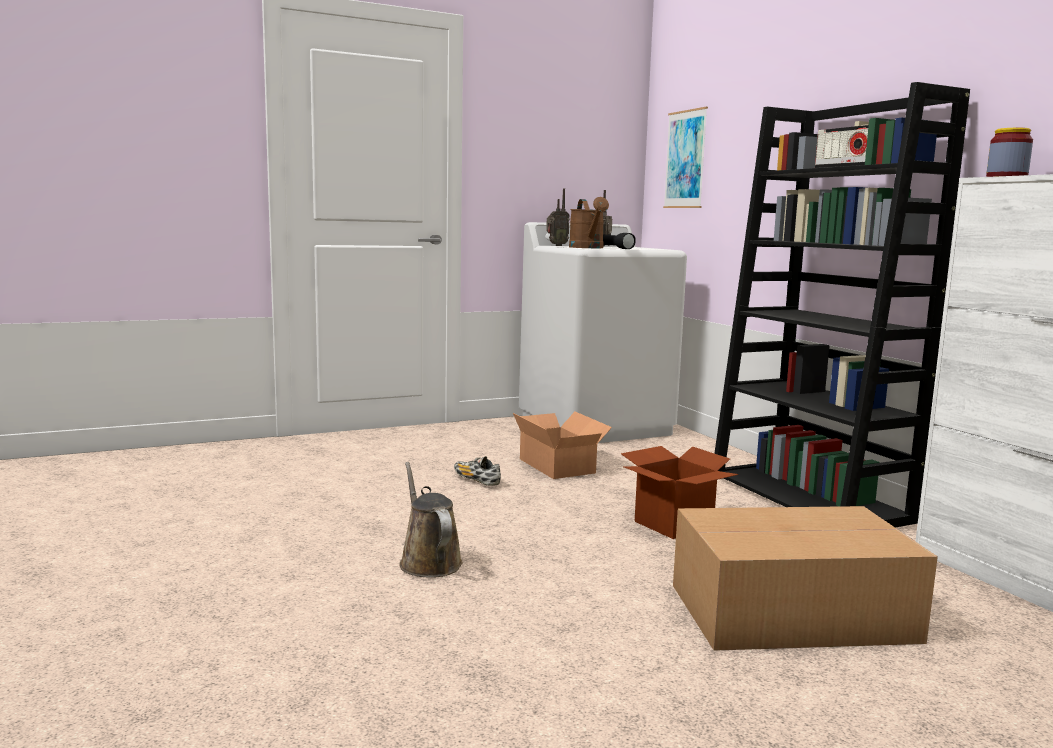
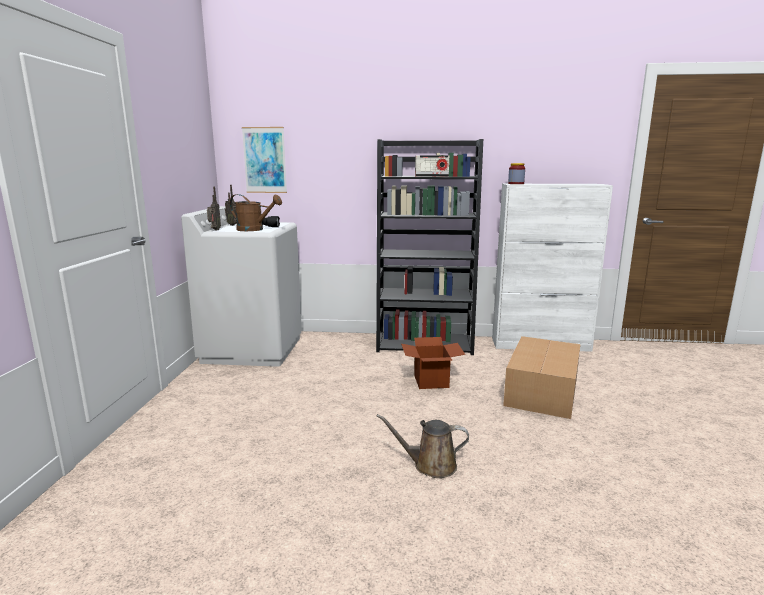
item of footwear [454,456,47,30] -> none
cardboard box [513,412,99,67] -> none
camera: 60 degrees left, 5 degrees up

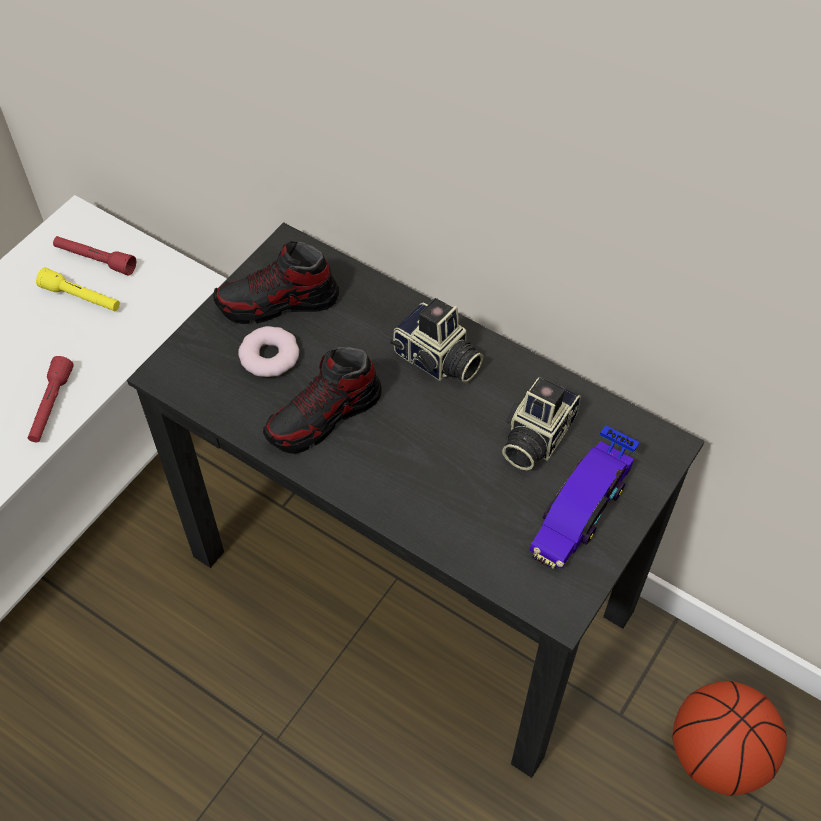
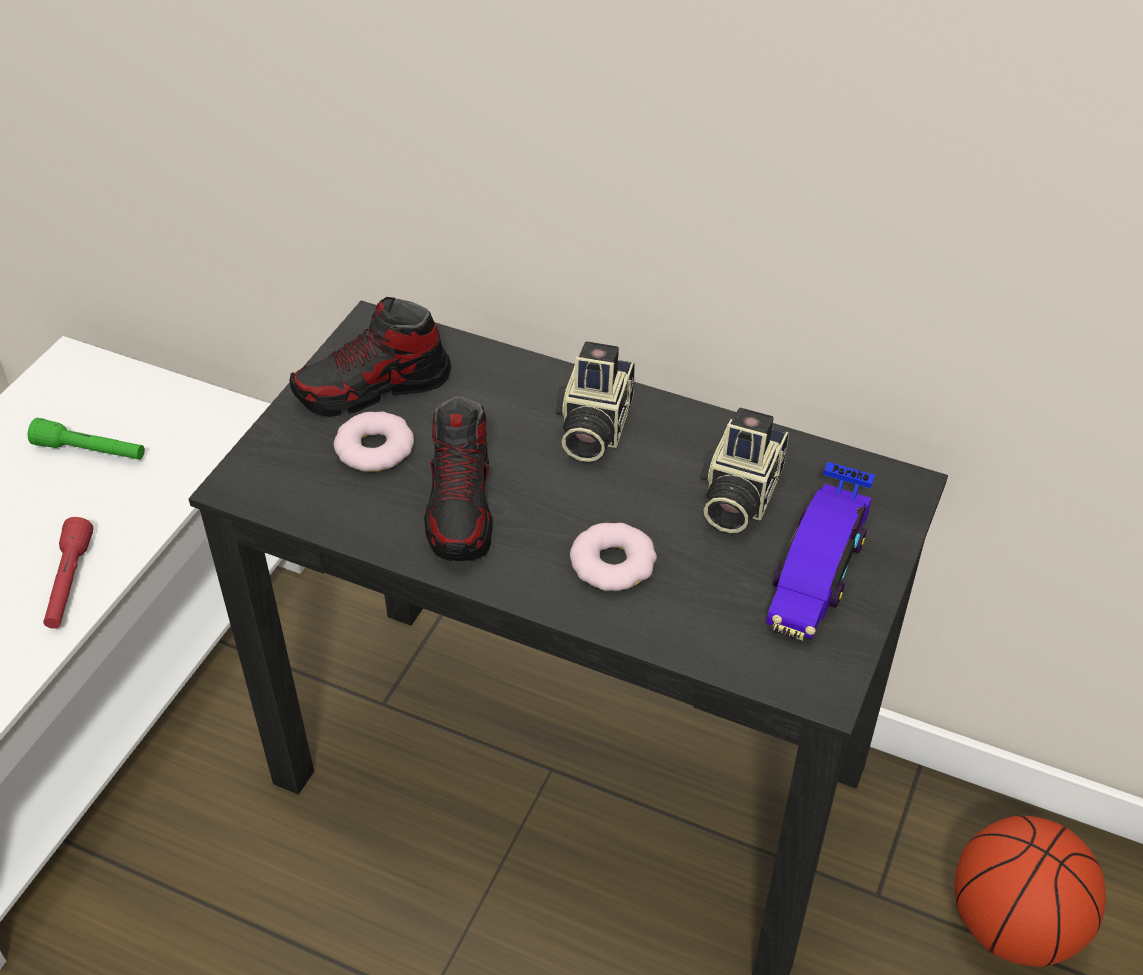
yellow hand torch [36,268,84,43] -> green hand torch [28,418,117,42]
red hand torch [53,236,83,40] -> none
item of footwear [263,347,119,107] -> item of footwear [424,396,68,165], 45 degrees counterclockwise
still camera [390,298,93,85] -> still camera [555,341,80,121], 75 degrees clockwise
none -> doughnut [570,523,87,68]
camera: 10 degrees left, 10 degrees down

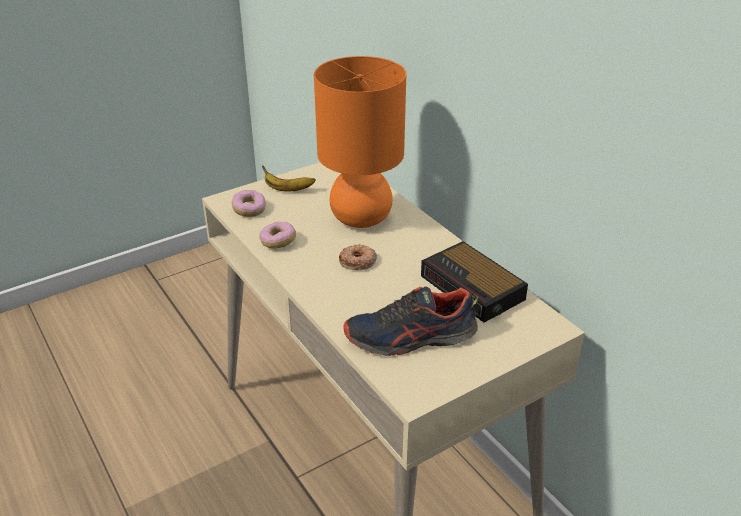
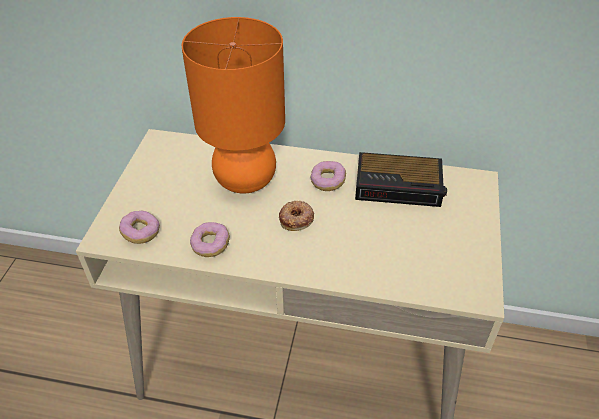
banana [262,165,54,27] -> none
item of footwear [343,287,135,69] -> none
none -> doughnut [310,161,36,30]
camera: 45 degrees left, 10 degrees up

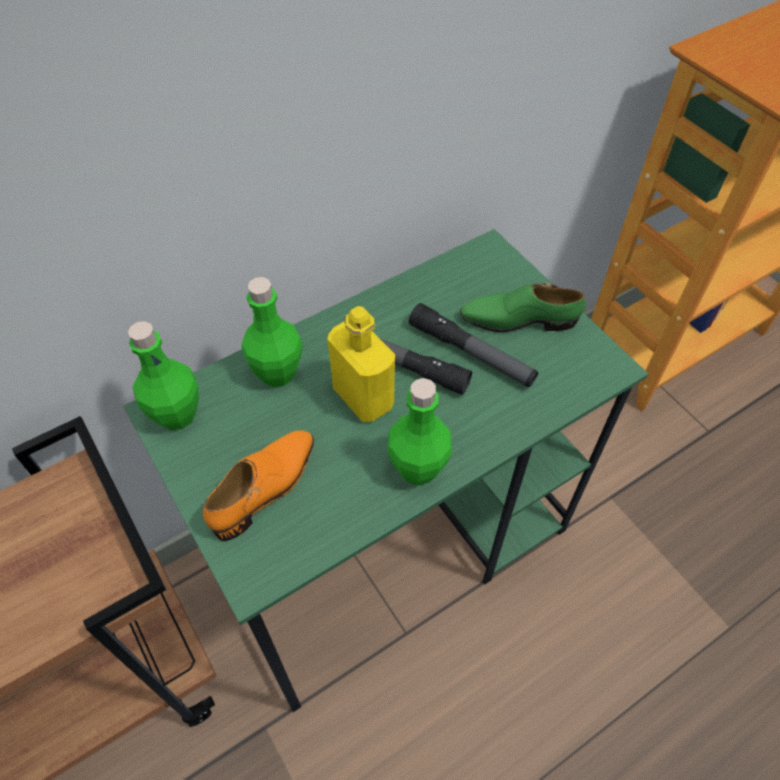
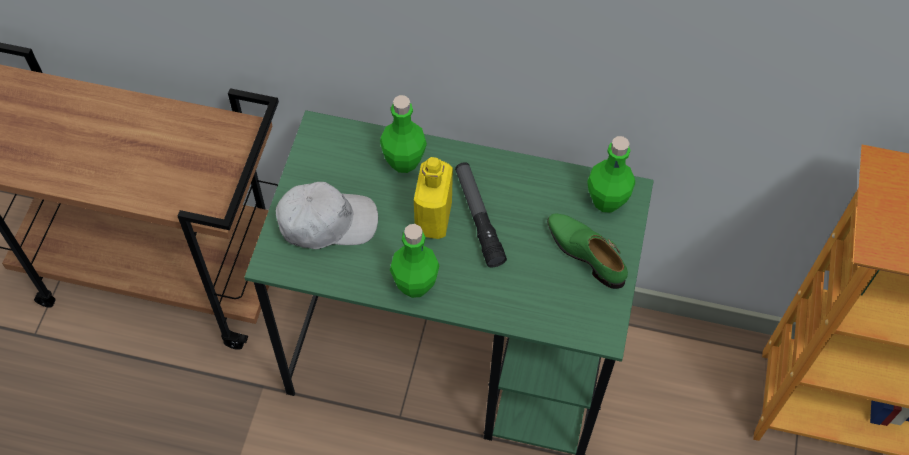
green bottle [128,321,71,109] -> green bottle [587,136,48,77], shifted
orange item of footwear [203,430,111,111] -> white-coloured peaked cap [276,182,102,67]
hand torch [409,303,129,84] -> none
camera: 45 degrees right, 5 degrees up

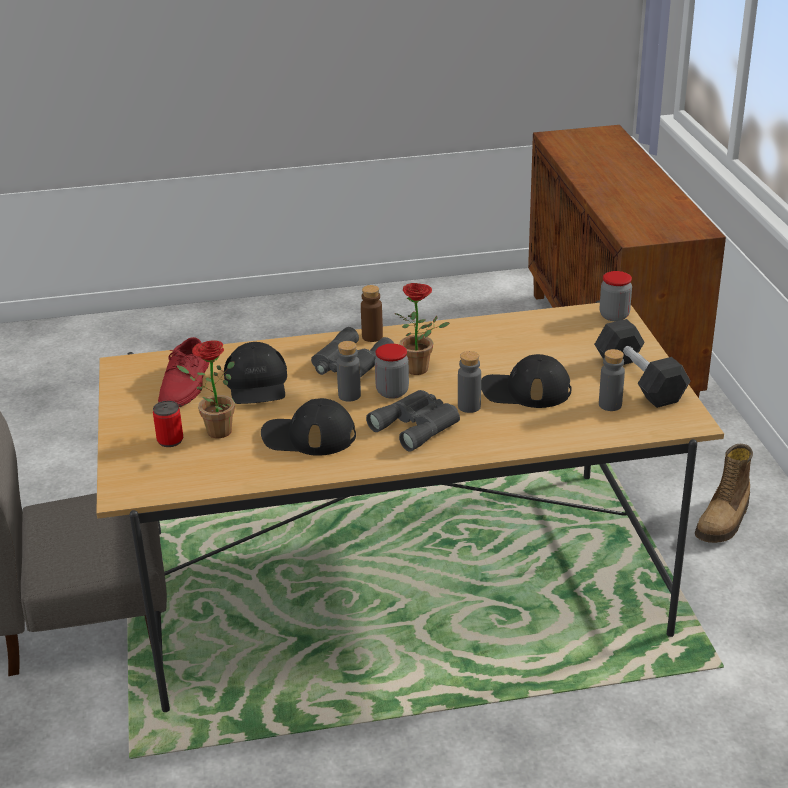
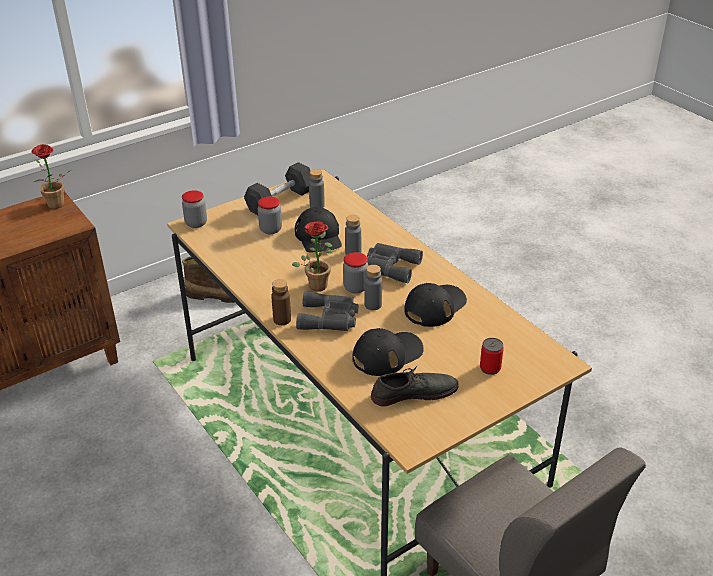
red item of footwear [158,337,51,70] -> grey item of footwear [371,365,88,41]
houseplant [177,341,58,97] -> houseplant [32,144,41,65], shifted
blackish peaked cap [261,398,95,58] -> blackish peaked cap [404,283,63,44], 120 degrees counterclockwise
none -> storage jar [258,197,24,37]
camera: 115 degrees left, 5 degrees up

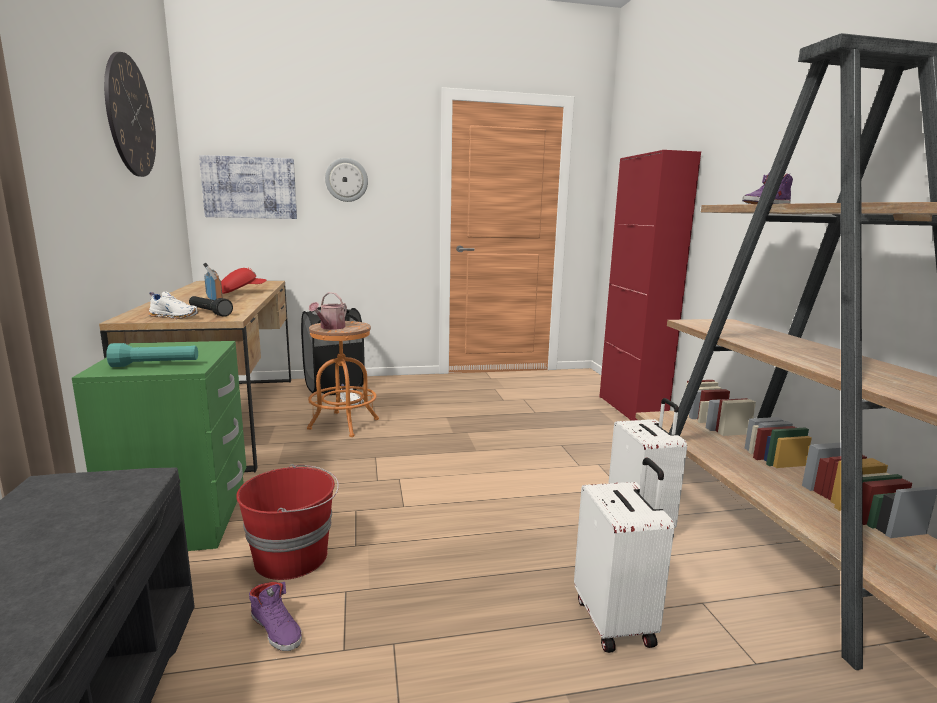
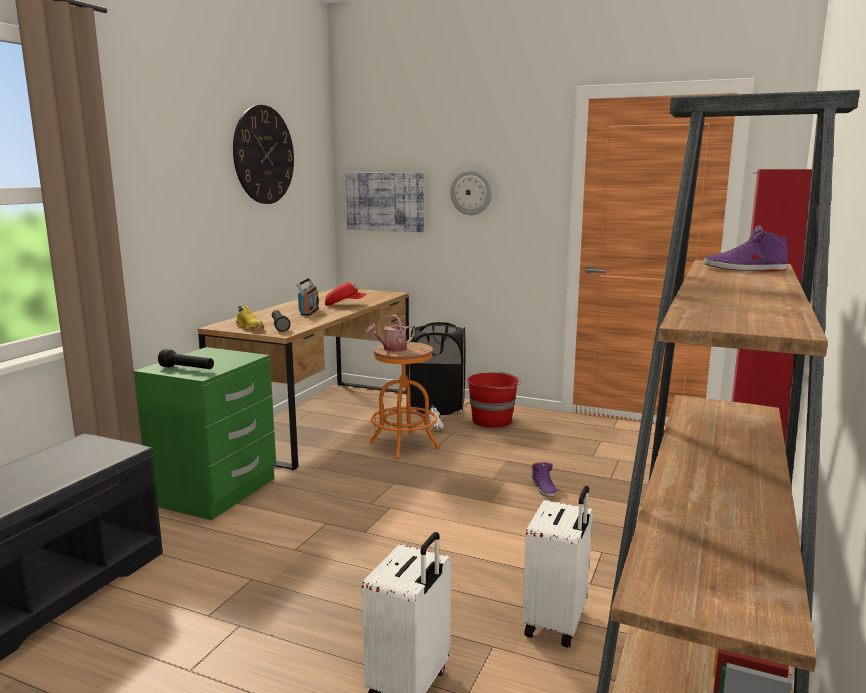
turquoise hand torch [106,343,92,24] -> blackish hand torch [158,349,56,20]
white-coloured item of footwear [149,292,50,27] -> yellow item of footwear [236,306,28,24]
red water bucket [236,464,103,116] -> red water bucket [467,371,54,57], shifted
purplish item of footwear [249,582,53,69] -> purplish item of footwear [532,462,25,35], shifted
camera: 35 degrees right, 0 degrees up

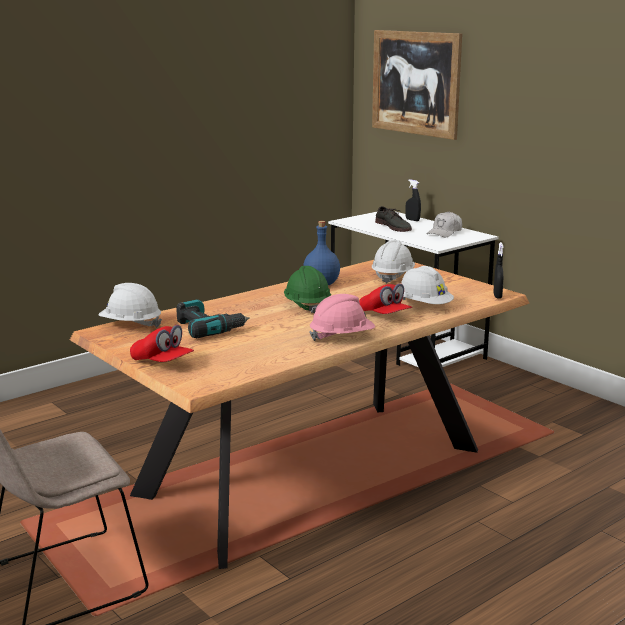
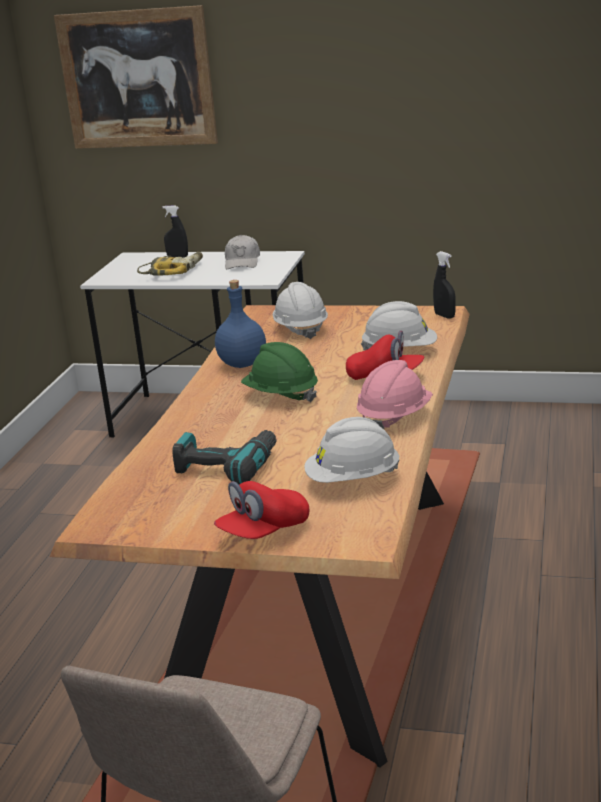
white-coloured hard hat [99,283,63,45] -> white-coloured hard hat [304,417,96,66], shifted
red peaked cap [130,325,64,37] -> red peaked cap [214,481,95,58], 135 degrees clockwise
grey item of footwear [375,206,37,26] -> electric drill [137,252,66,24]
camera: 35 degrees left, 5 degrees up

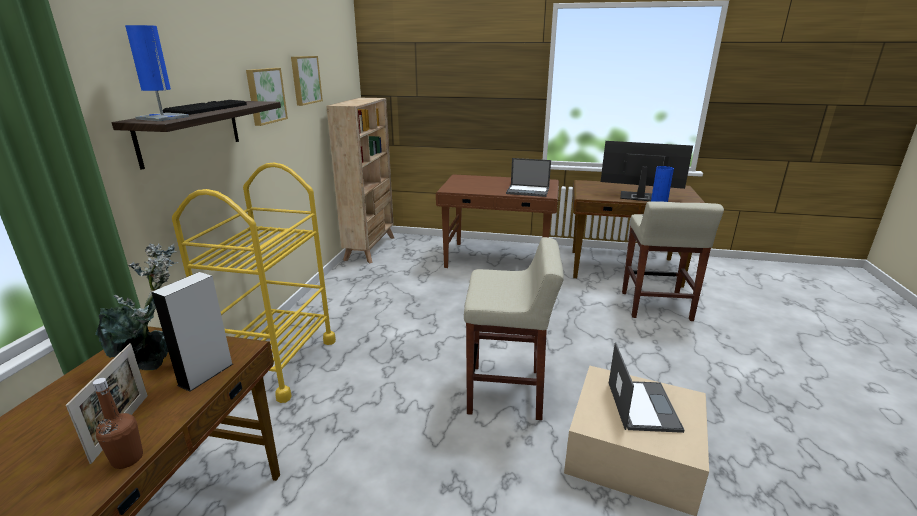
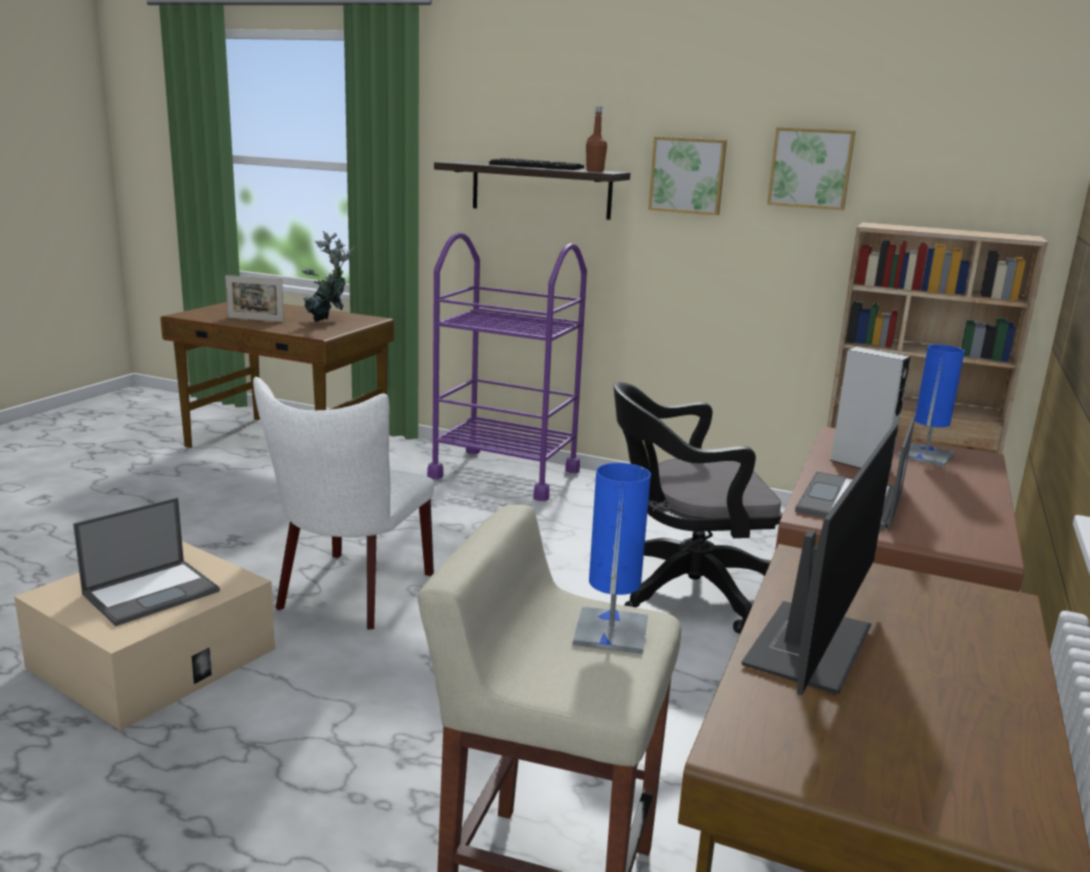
brownish bottle [93,378,50,91] -> brownish bottle [586,107,21,65], shifted
blue-coloured table lamp [125,25,64,96] -> blue-coloured table lamp [898,344,67,123], shifted
grey speaker [152,272,81,120] -> grey speaker [829,347,81,123], shifted
yellow cart [172,162,164,241] -> purplish cart [427,232,160,269]
beige-coloured stool [464,237,100,183] -> white-coloured chair [253,377,181,253]
portable computer [609,342,75,91] -> portable computer [73,497,147,129], 60 degrees counterclockwise
none -> blackish desk chair [613,382,169,251]
camera: 100 degrees right, 5 degrees down

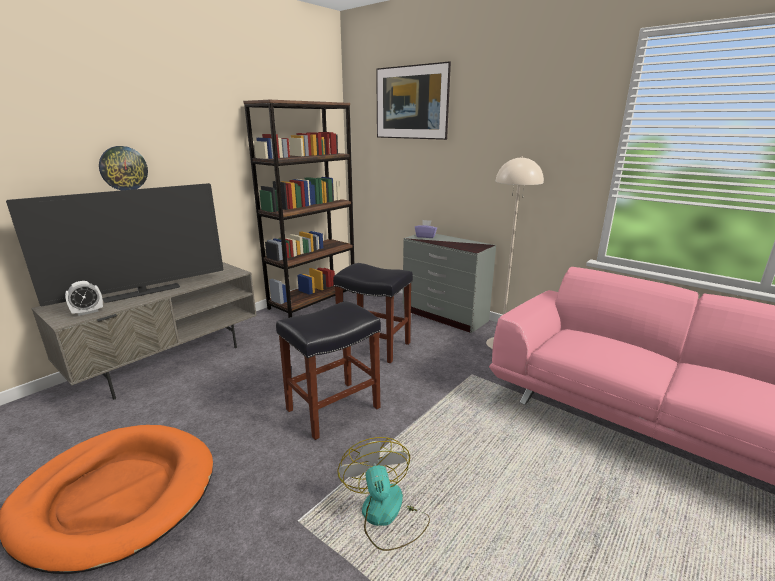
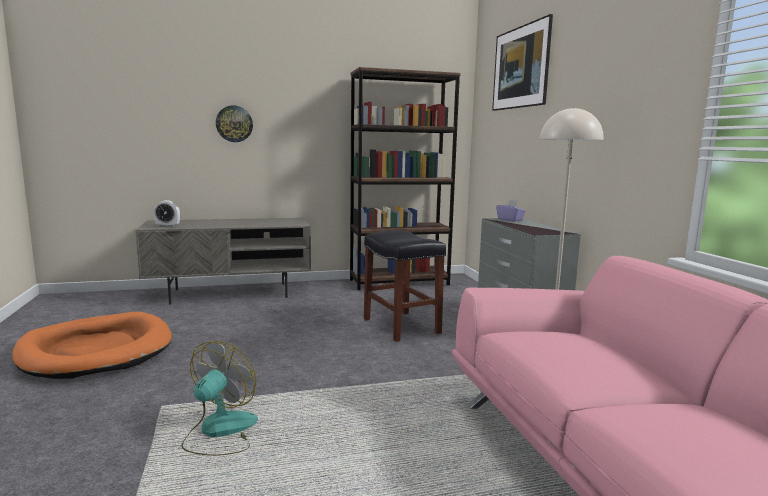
television [6,183,218,123] -> none
blackish stool [276,301,105,139] -> none
camera: 35 degrees right, 10 degrees down

